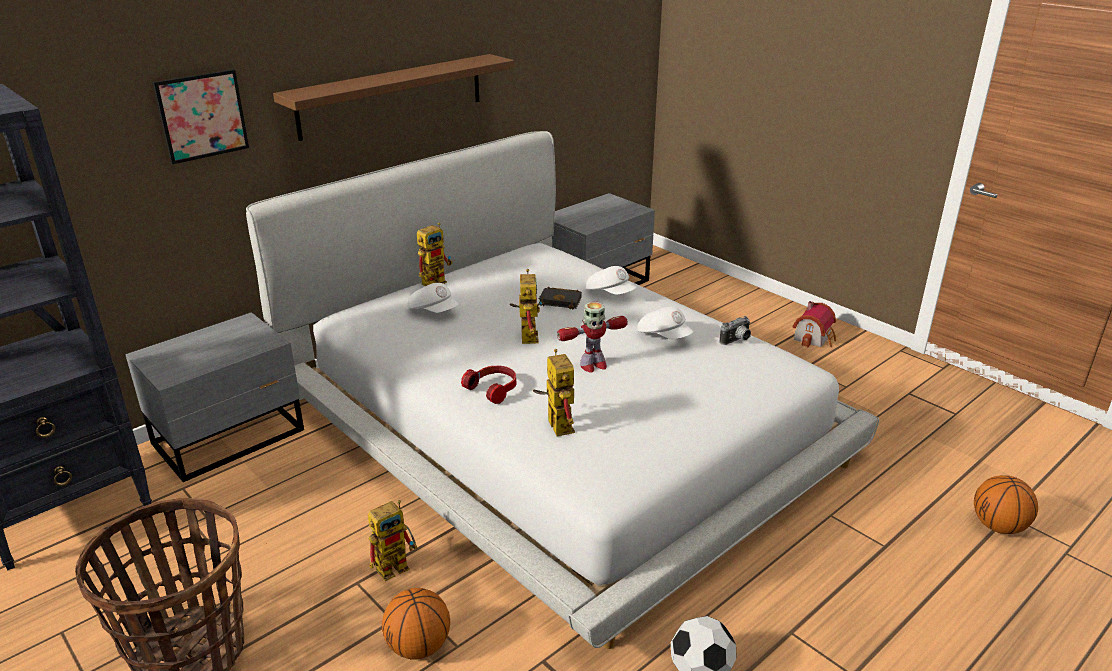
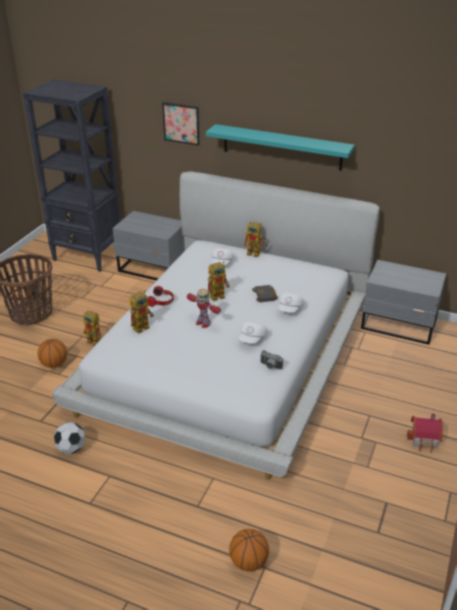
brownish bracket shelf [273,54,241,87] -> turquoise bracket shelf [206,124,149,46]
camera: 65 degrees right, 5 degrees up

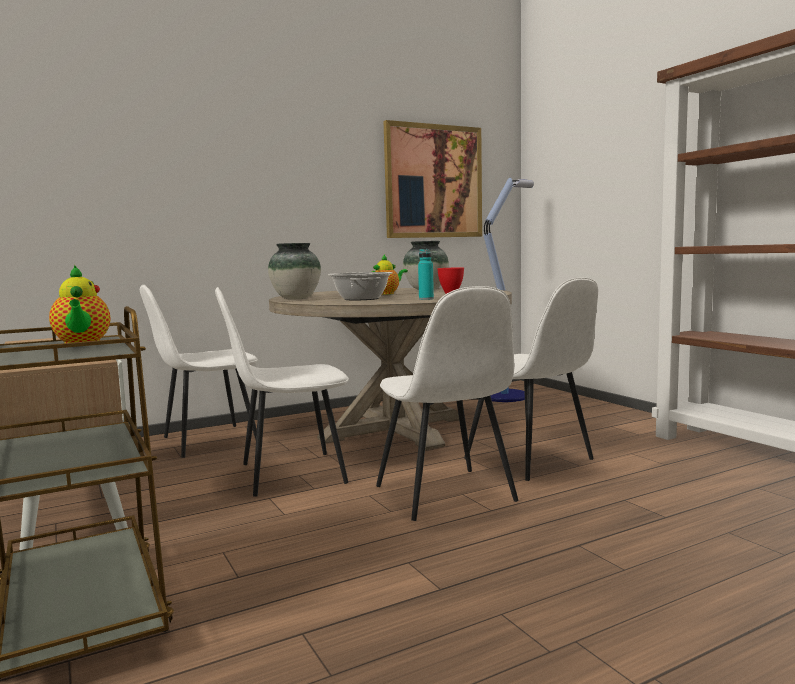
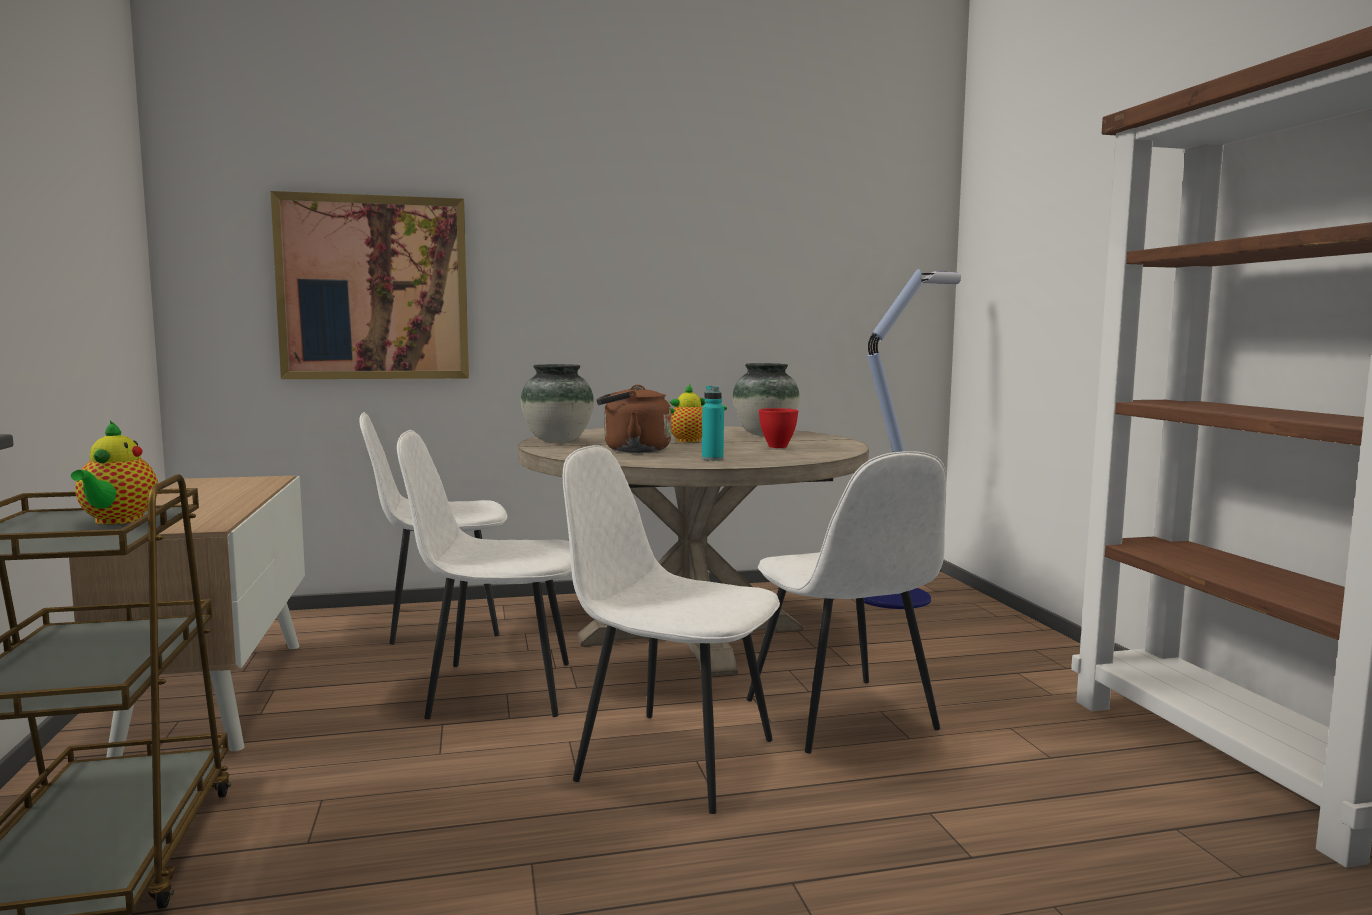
cooking pot [328,272,65,28] -> brownish tea kettle [596,385,75,68]
white-coloured chair [376,286,142,235] -> white-coloured chair [563,445,217,369], 120 degrees clockwise
wall picture [384,120,98,118] -> wall picture [270,191,199,188], shifted
camera: 15 degrees right, 0 degrees up

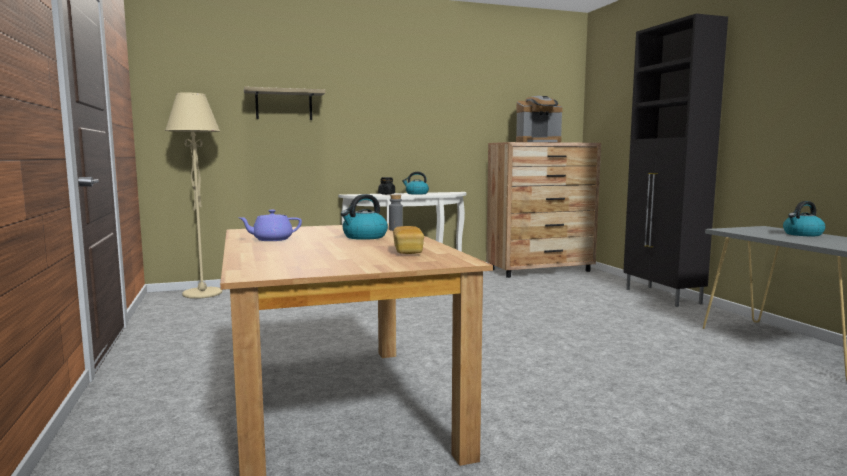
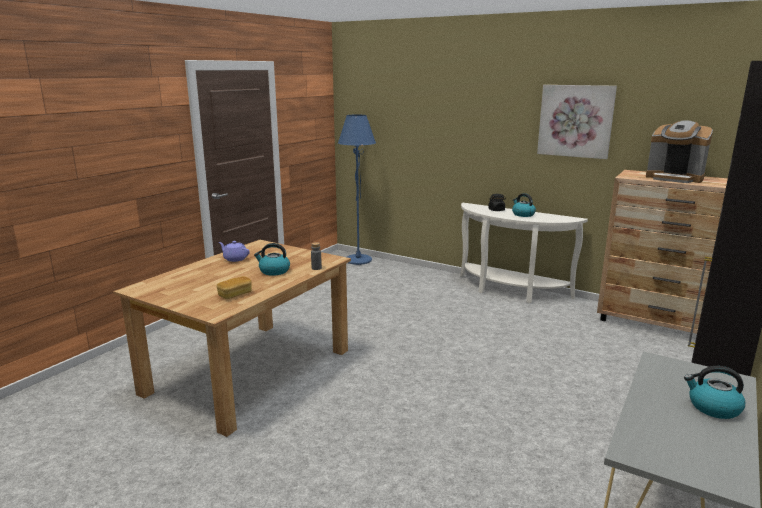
beige-coloured standard lamp [165,92,57,207] -> blue-coloured standard lamp [338,115,38,150]
bracket shelf [244,86,81,34] -> none
none -> wall picture [537,85,80,74]
camera: 50 degrees right, 10 degrees up

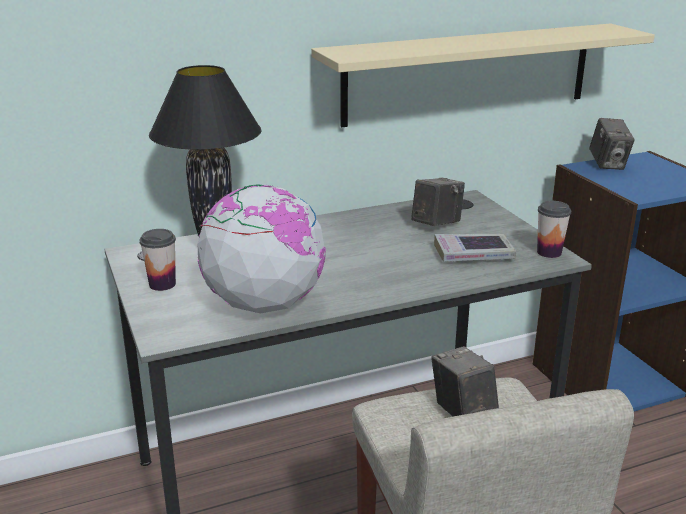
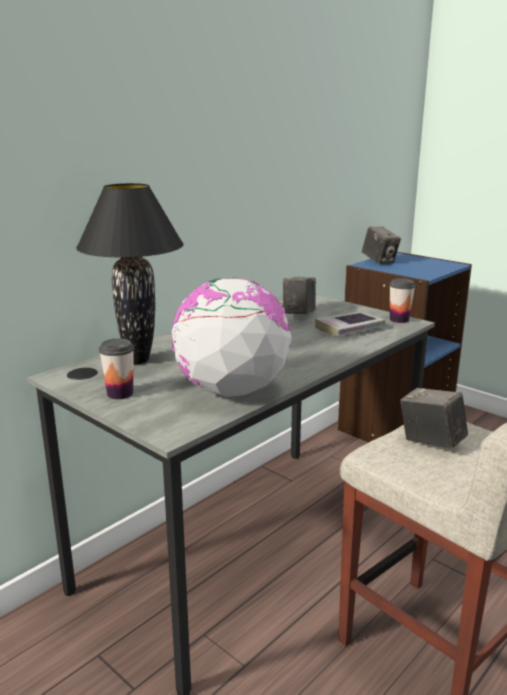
beige-coloured bracket shelf [311,23,344,104] -> none
camera: 25 degrees left, 5 degrees down

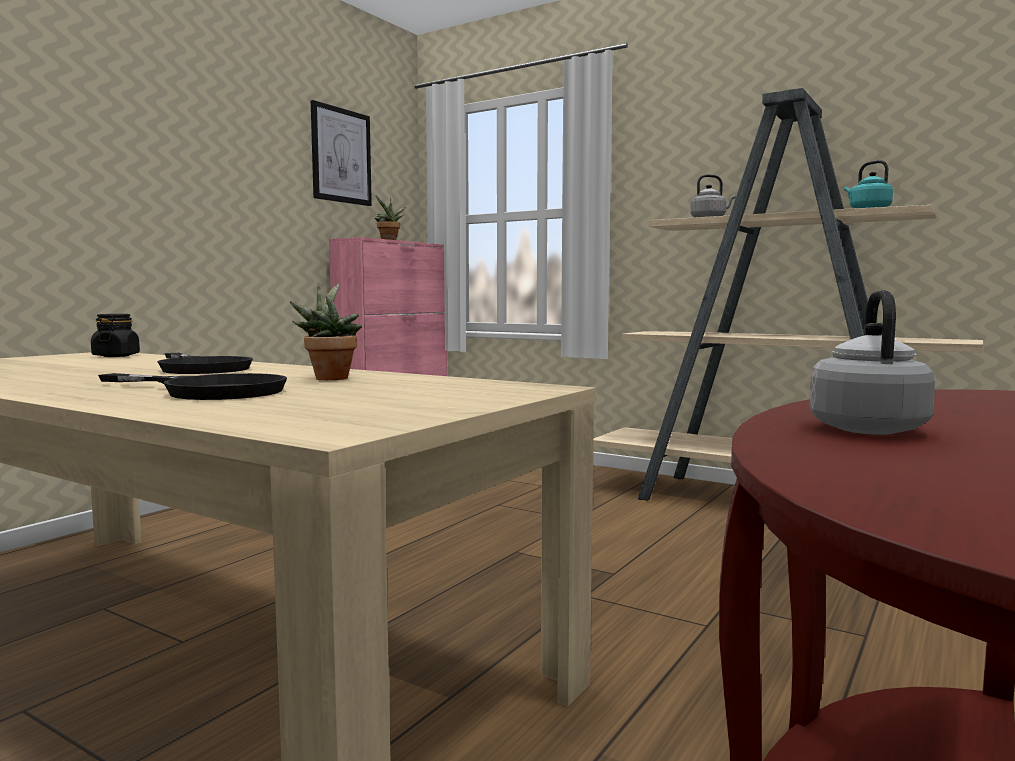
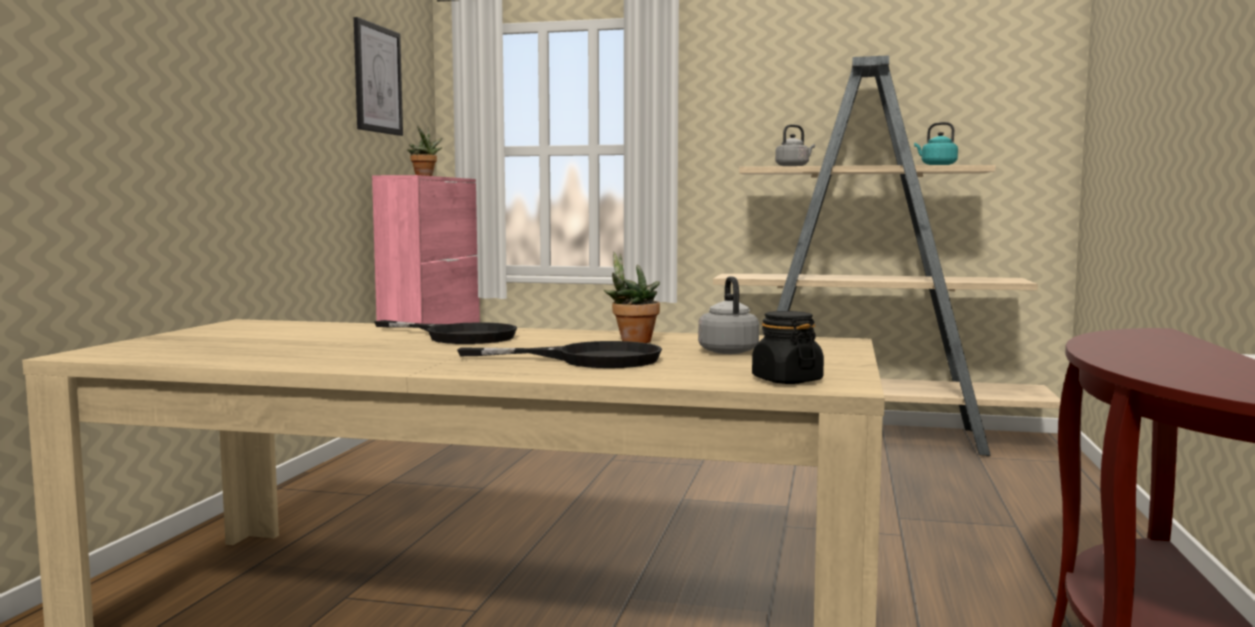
blackish storage jar [91,314,49,43] -> blackish storage jar [752,311,72,73], shifted
grey tea kettle [809,290,126,145] -> grey tea kettle [698,276,61,78], shifted
camera: 20 degrees left, 0 degrees up

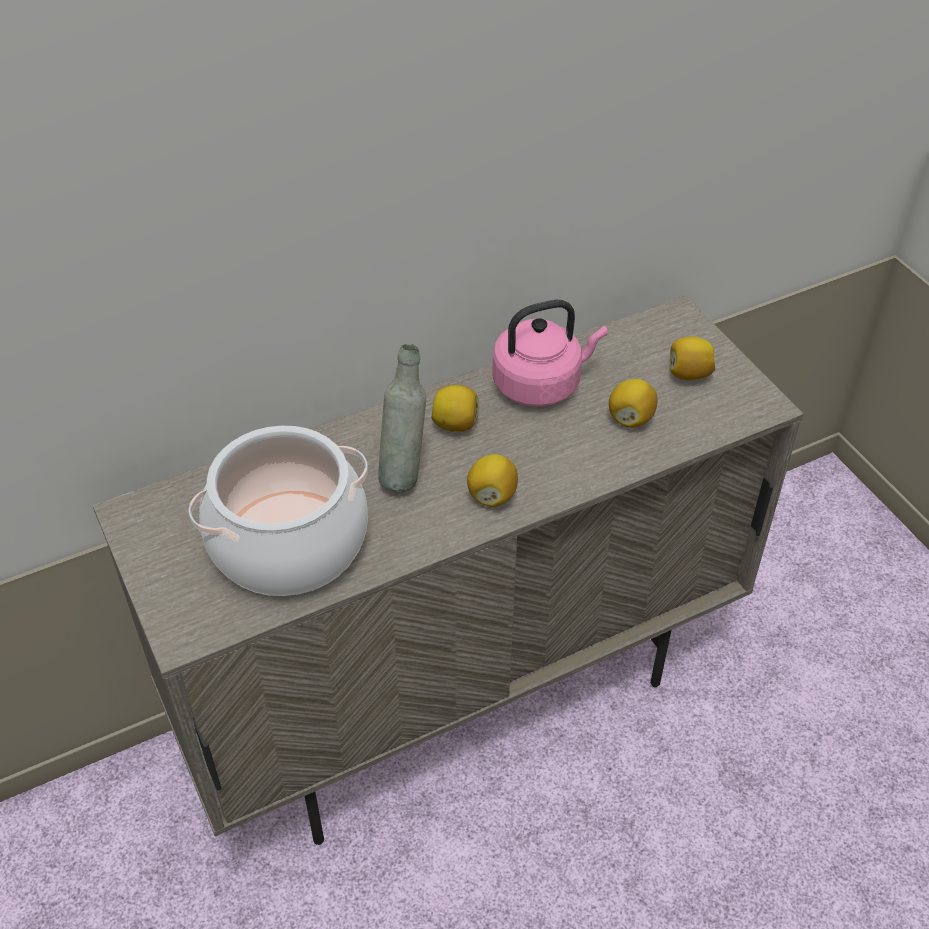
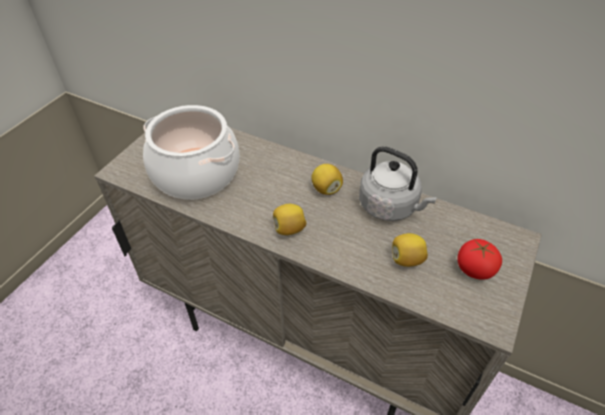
grey bottle [378,344,48,148] -> none
pink tea kettle [492,300,116,107] -> grey tea kettle [359,146,78,75]
lemon [670,336,45,44] -> fresh tomato [457,239,45,41]
camera: 55 degrees right, 0 degrees up

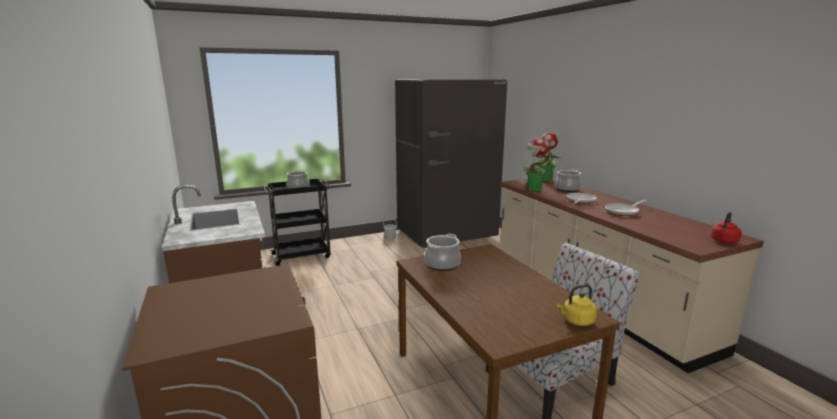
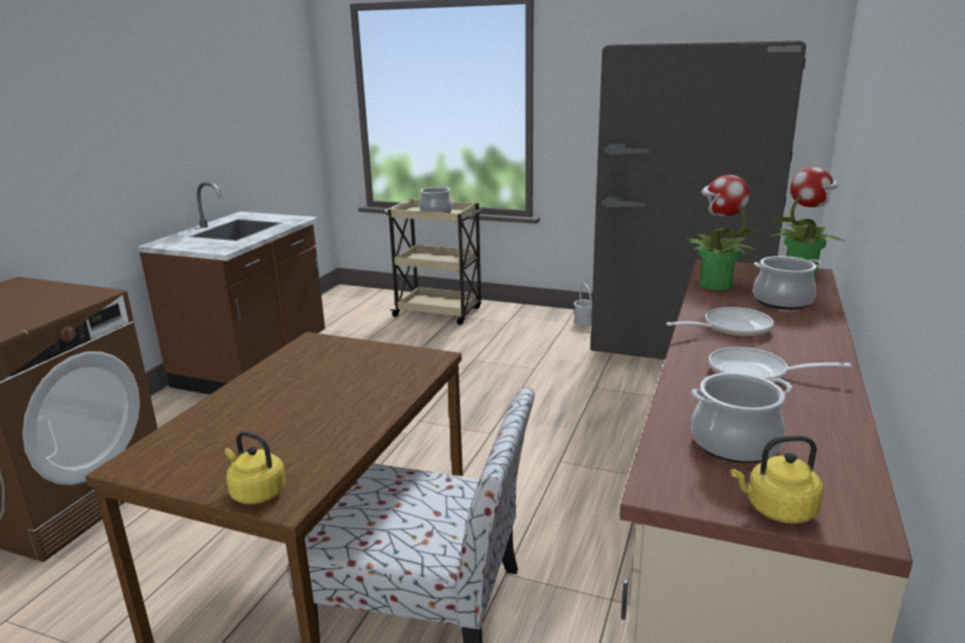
blackish cart [263,178,68,88] -> beige-coloured cart [384,199,101,126]
cooking pot [424,234,37,37] -> cooking pot [691,372,102,91], shifted
red tea kettle [711,212,31,32] -> yellow tea kettle [731,435,93,89]
camera: 45 degrees right, 5 degrees up

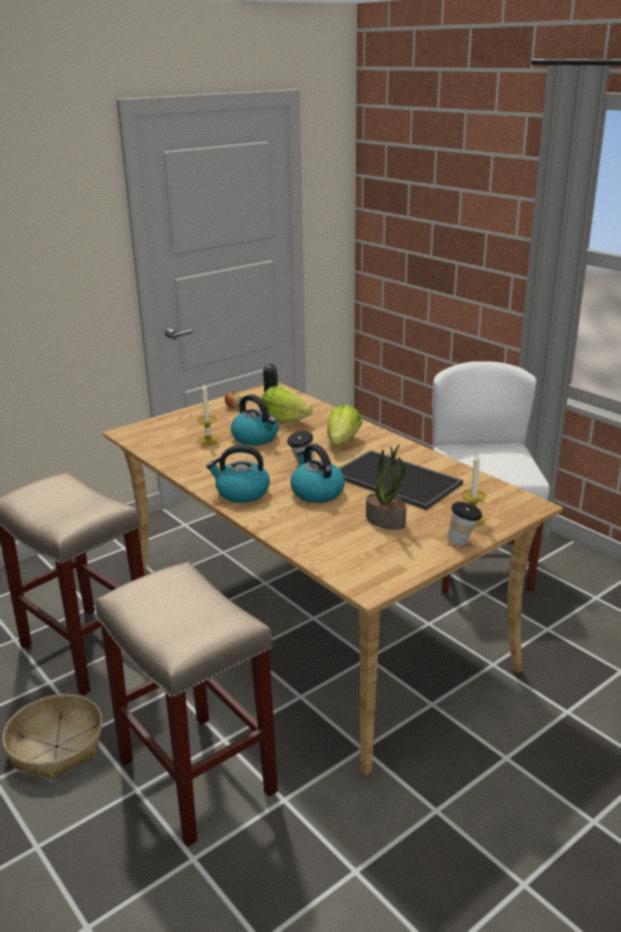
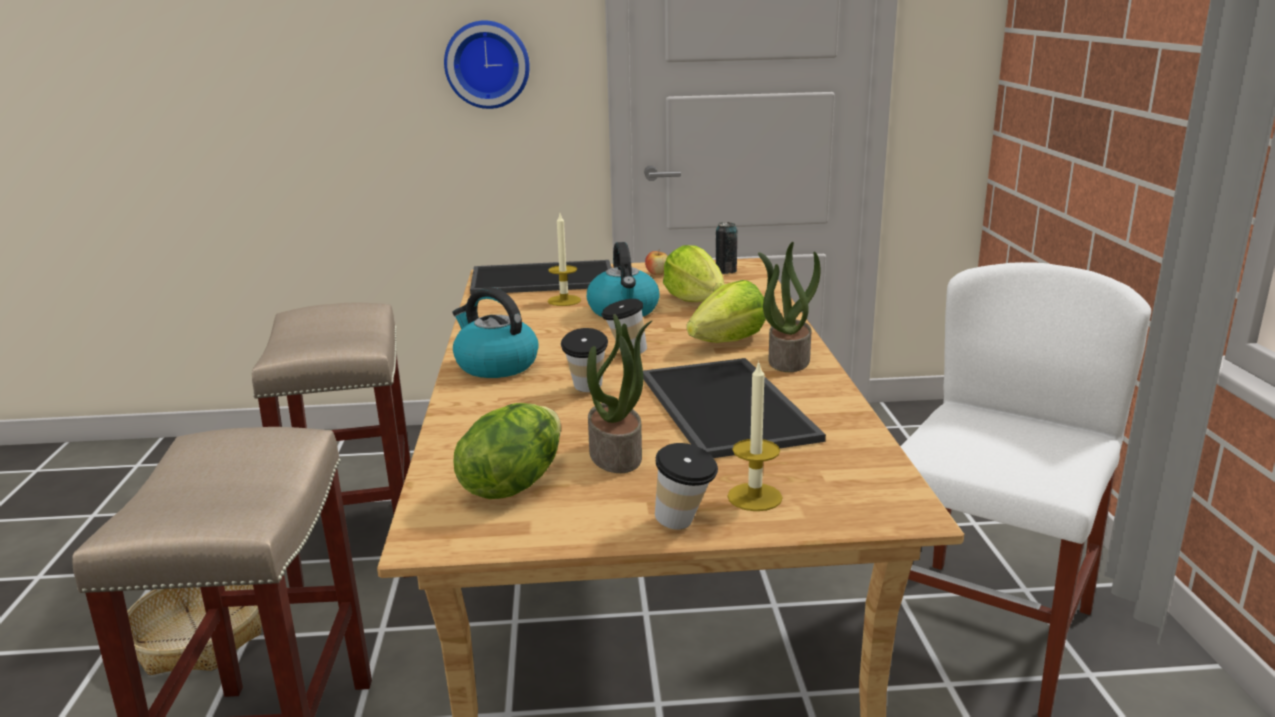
tea kettle [290,444,55,59] -> drinking cup [561,328,47,64]
none -> clock on the wall [444,20,86,89]
none -> head of lettuce [454,403,107,96]
none -> serving tray [470,260,142,35]
none -> houseplant [758,242,63,130]
camera: 35 degrees right, 5 degrees down

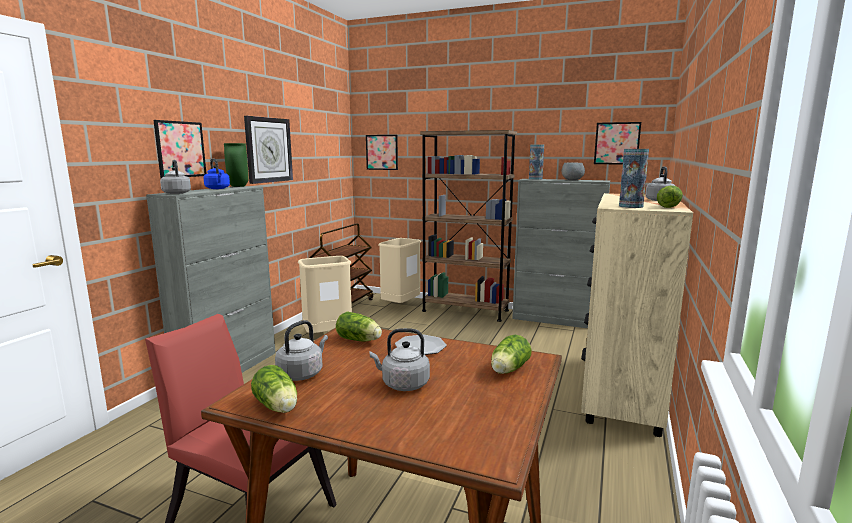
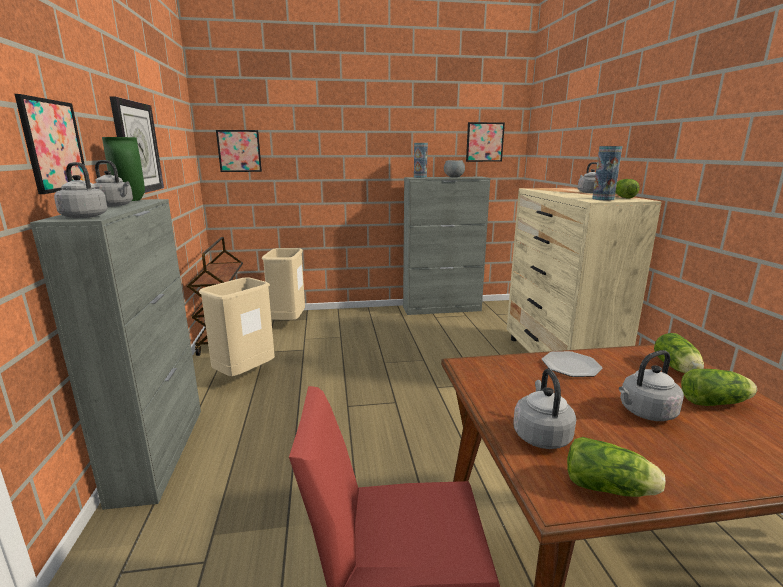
blue-coloured tea kettle [203,159,27,30] -> grey tea kettle [94,160,39,46]
head of lettuce [336,311,46,30] -> head of lettuce [681,369,76,37], shifted
brownish shelving unit [420,130,97,192] -> none
camera: 30 degrees left, 5 degrees up

